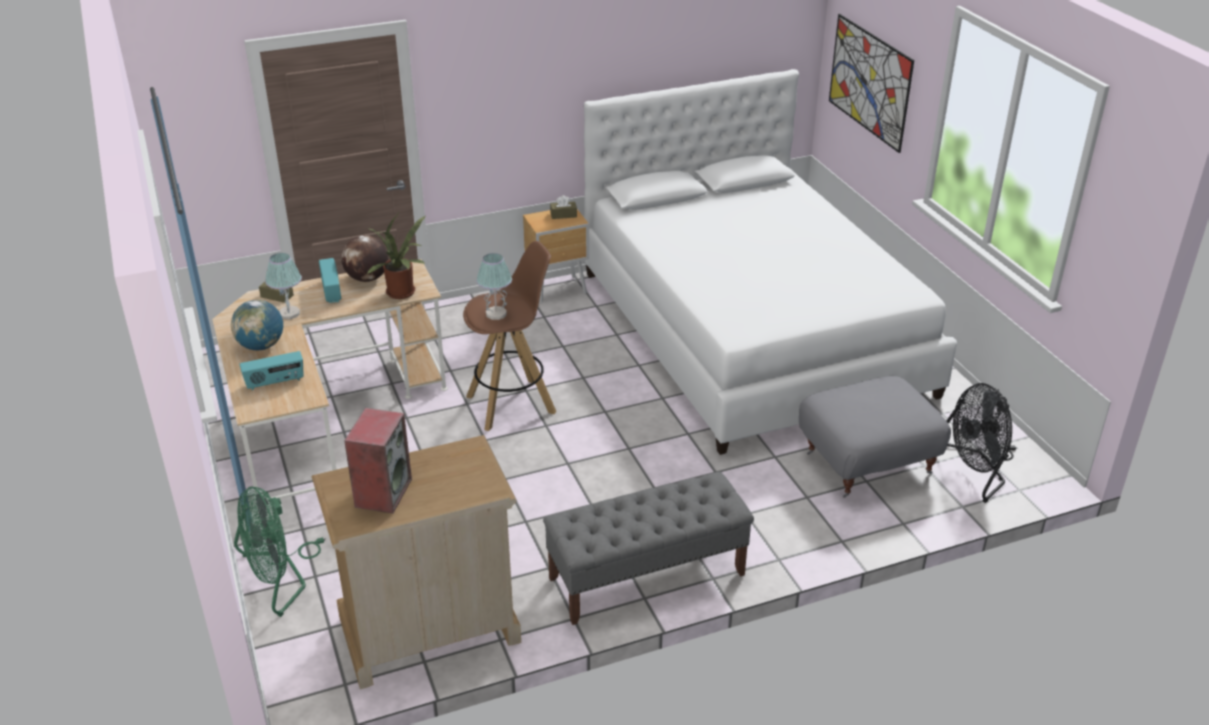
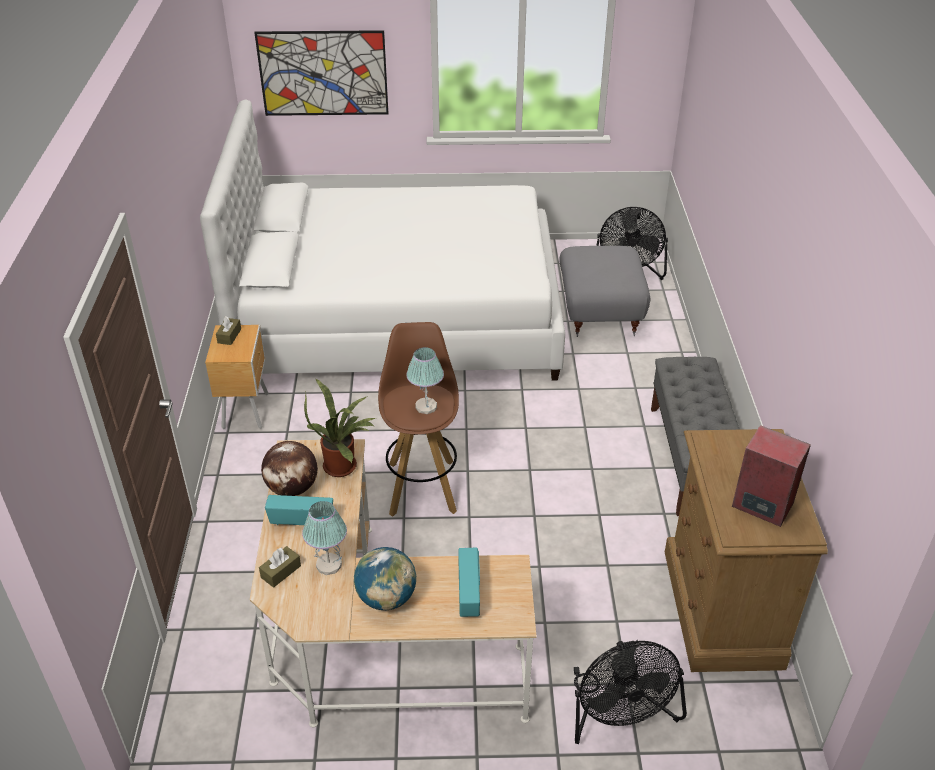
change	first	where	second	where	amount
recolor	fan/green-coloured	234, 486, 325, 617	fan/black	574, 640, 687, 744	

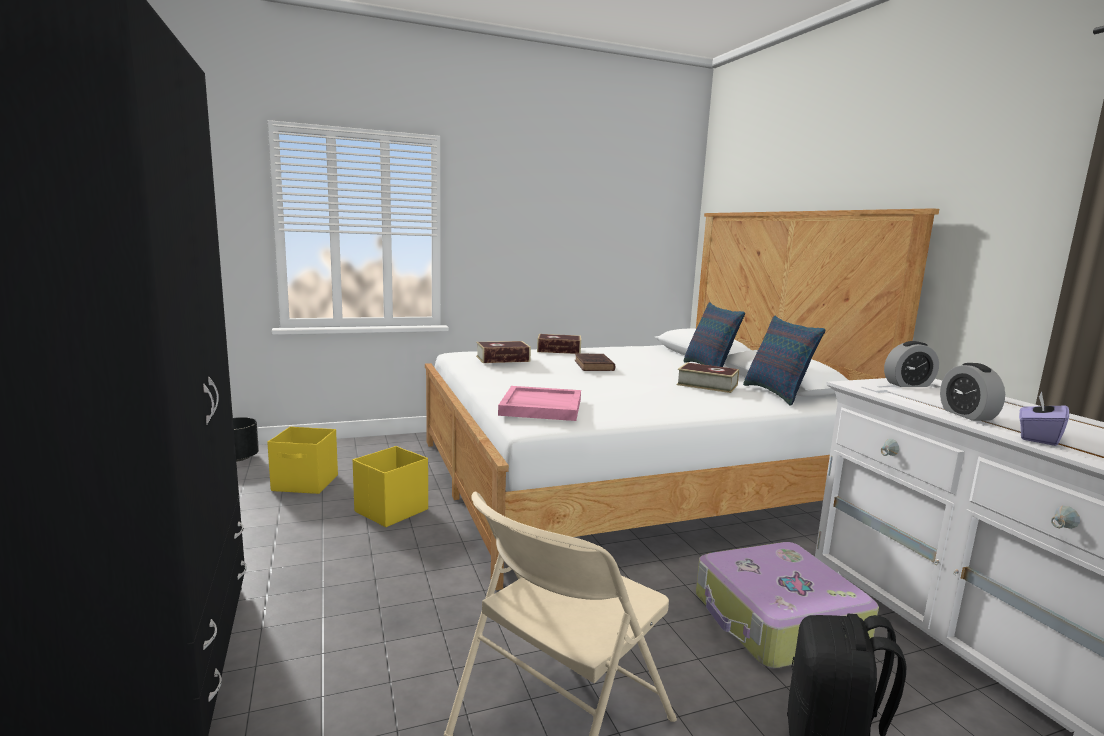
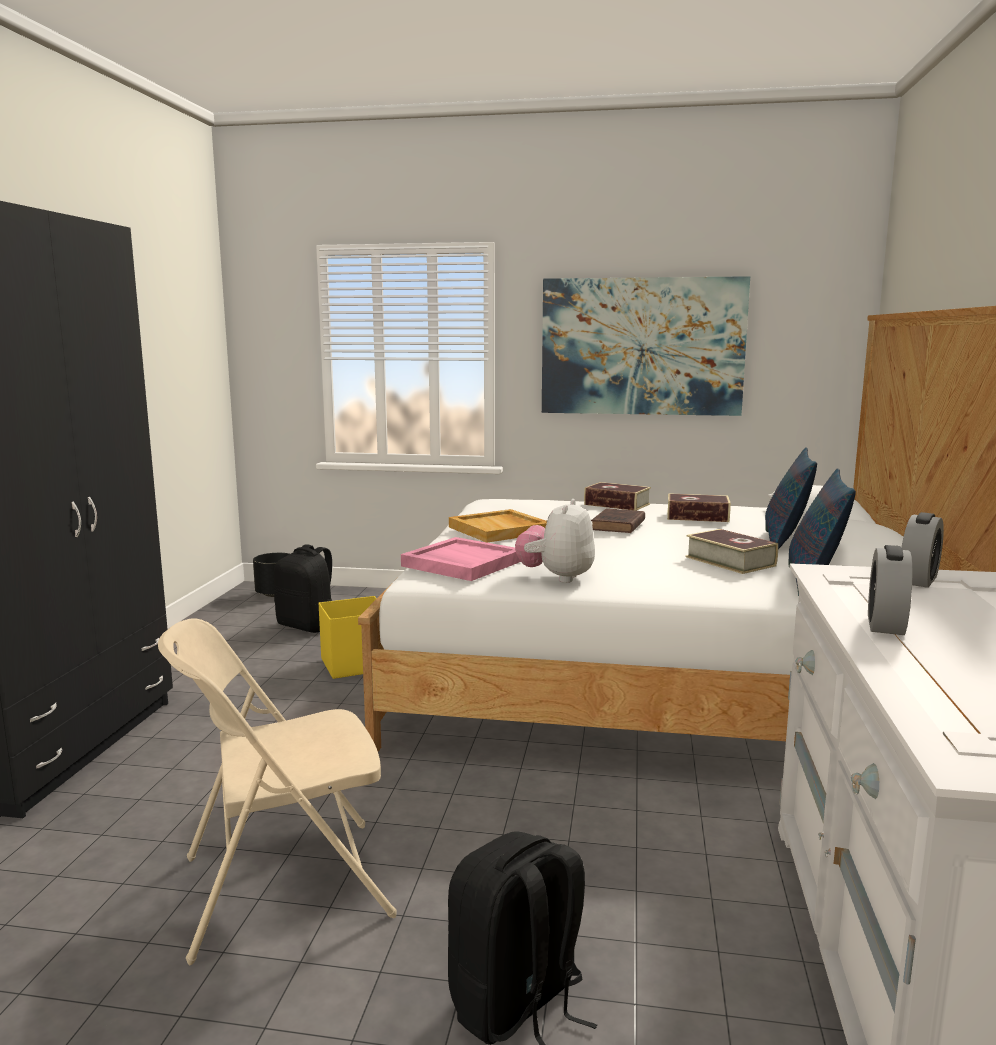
change	first	where	second	where	amount
delete	suitcase	696, 542, 879, 668			
delete	box of tissues/purplish	1019, 392, 1069, 446			
insert			carrying tray/sand-coloured	449, 509, 547, 543	
insert			plush toy	515, 499, 595, 583	
insert			wall picture	542, 276, 750, 416	
move	bound book	476, 341, 531, 363		667, 493, 731, 522	
replace	storage box/yellow-coloured	267, 427, 338, 494	rucksack/black	274, 544, 332, 633	
rotate	alarm clock	884, 341, 939, 387		902, 512, 944, 588	75 degrees counterclockwise

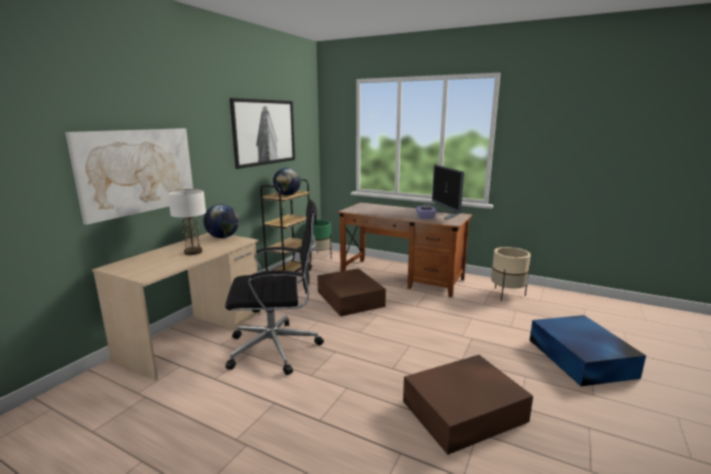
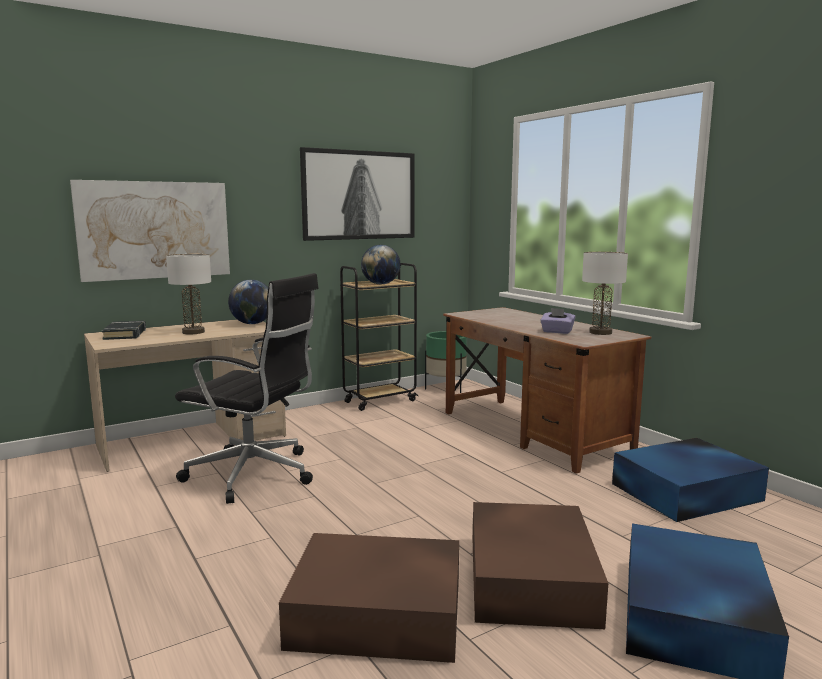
change	first	where	second	where	amount
insert			bound book/black	102, 321, 146, 340	
move	storage box/brown-coloured	317, 268, 386, 317		473, 502, 608, 629	
replace	monitor	432, 164, 464, 220	table lamp	582, 252, 628, 335	
replace	planter/sand-coloured	491, 247, 531, 301	storage box/blue	612, 438, 769, 522	

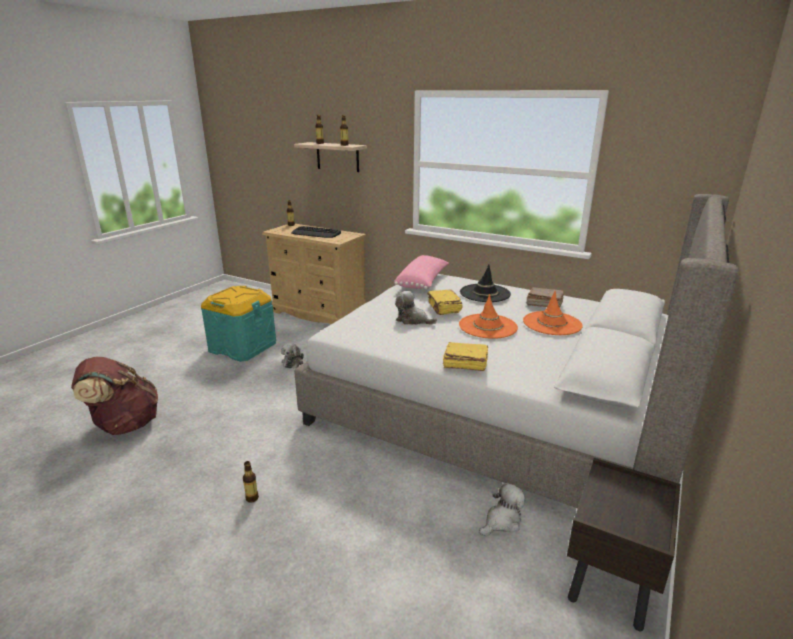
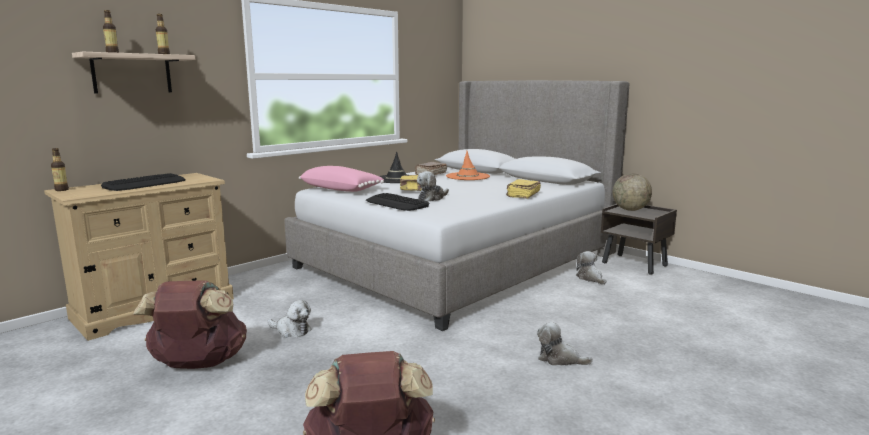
change	first	where	second	where	amount
delete	clothing hat/orangey	459, 294, 518, 339			
insert			PC keyboard	366, 193, 429, 211	
insert			globe	613, 173, 652, 211	
replace	storage box/blue-green	201, 286, 276, 362	rucksack/brown-coloured	133, 280, 247, 369	
replace	beverage bottle	243, 461, 259, 503	plush toy	537, 322, 593, 366	

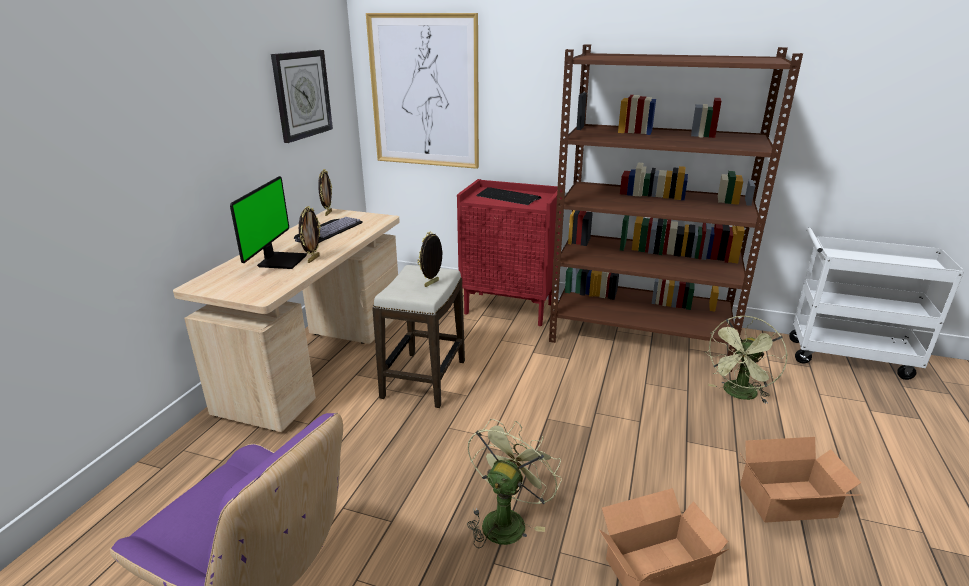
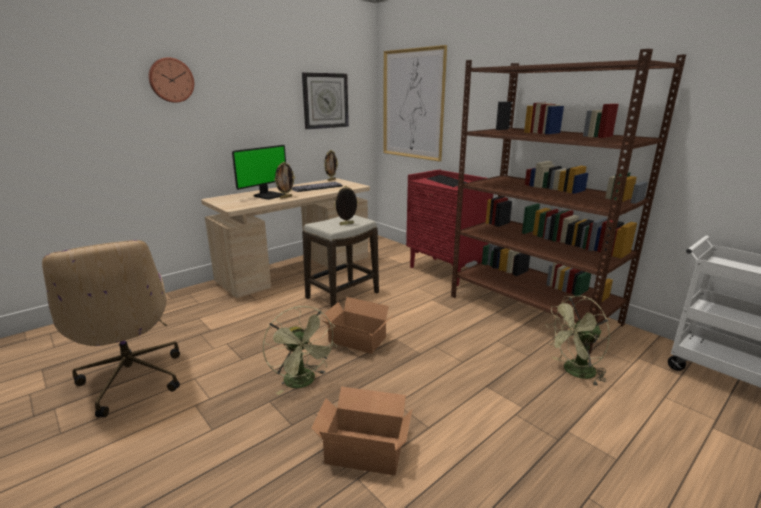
change	first	where	second	where	amount
insert			hanging clock	148, 57, 194, 103	
move	packing box	740, 437, 861, 523		321, 297, 392, 354	
rotate	fan/green-coloured	467, 419, 562, 548		263, 306, 337, 395	90 degrees clockwise

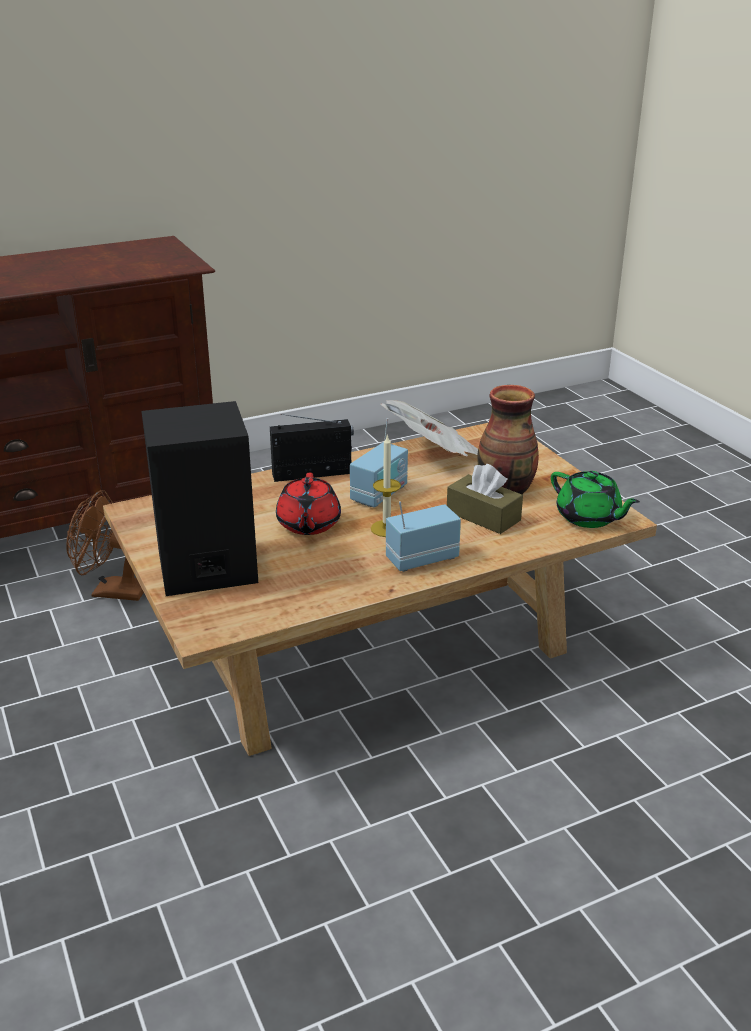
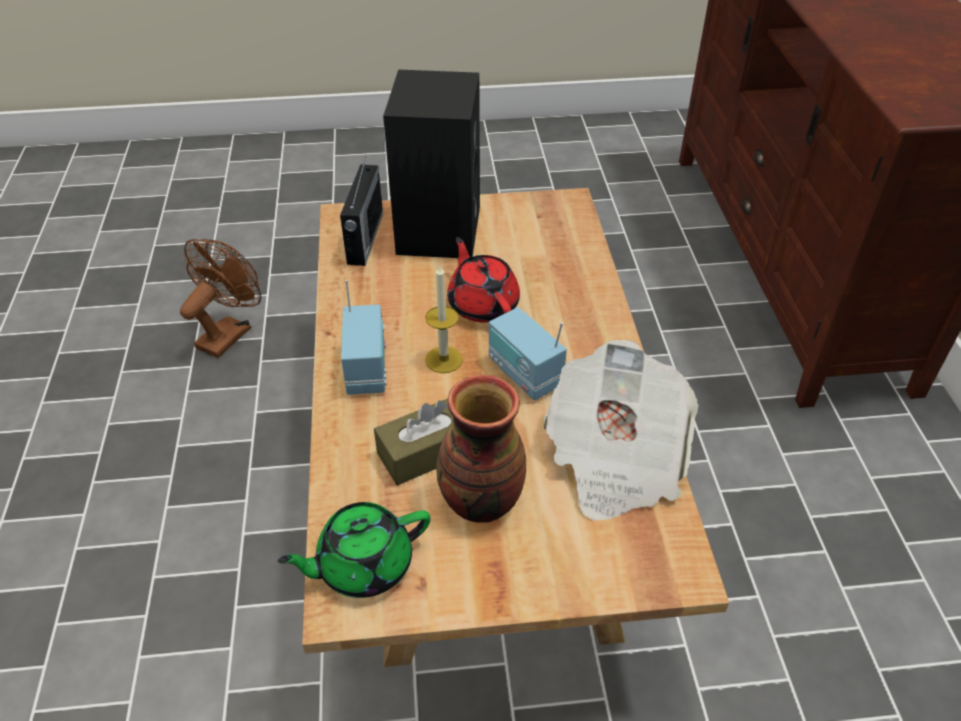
change	first	where	second	where	amount
move	fan/brown-coloured	66, 490, 144, 601		180, 239, 261, 358	
move	radio receiver	270, 414, 354, 482		340, 156, 383, 266	
rotate	teapot/red	276, 473, 341, 535		447, 237, 520, 322	45 degrees clockwise

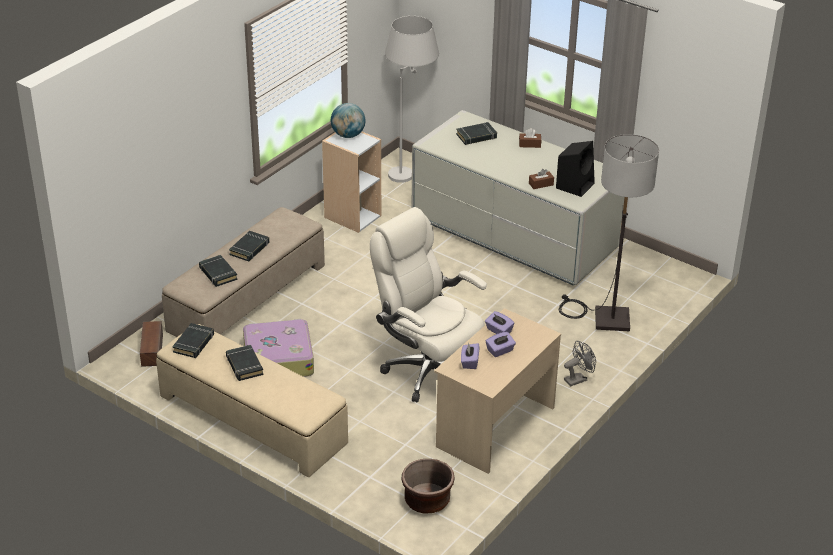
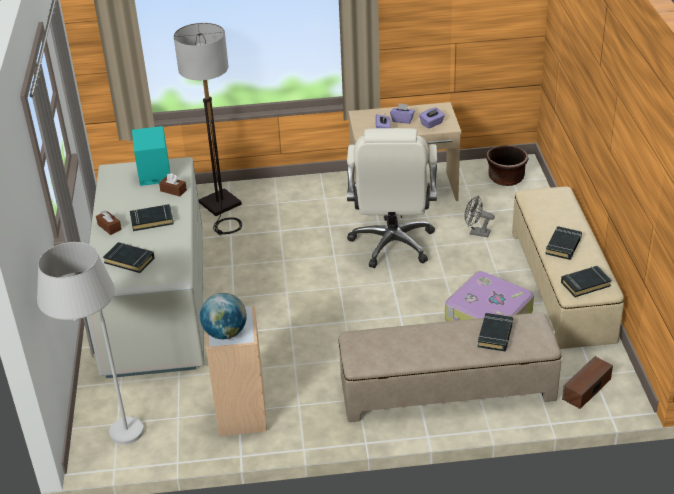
change	first	where	second	where	amount
move	bound book/black	229, 231, 269, 262		130, 204, 174, 231	
move	fan/greyish	564, 341, 596, 386		464, 196, 495, 237	
recolor	loudspeaker/black	556, 141, 595, 197	loudspeaker/blue-green	132, 126, 170, 186	

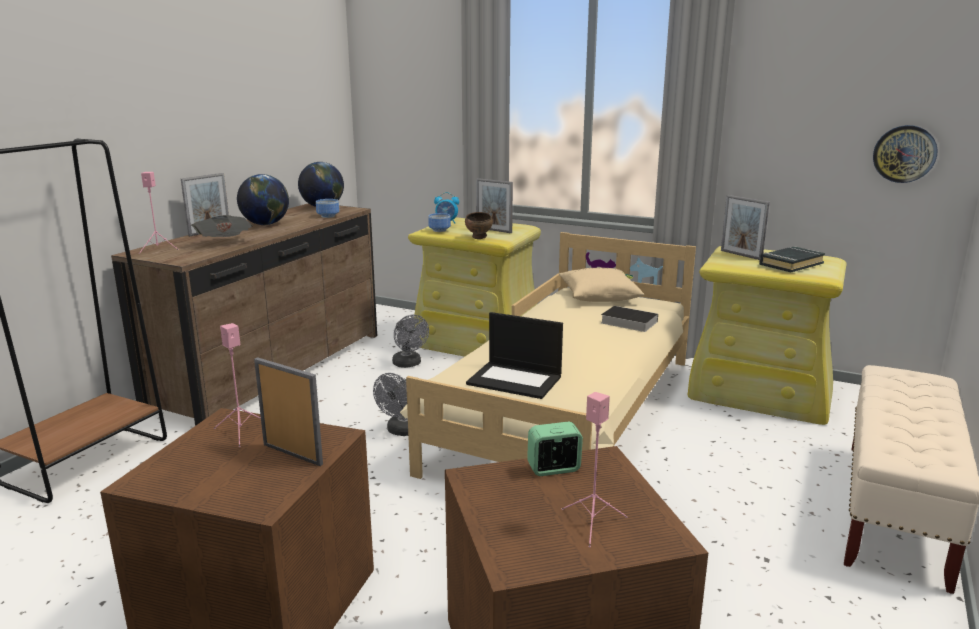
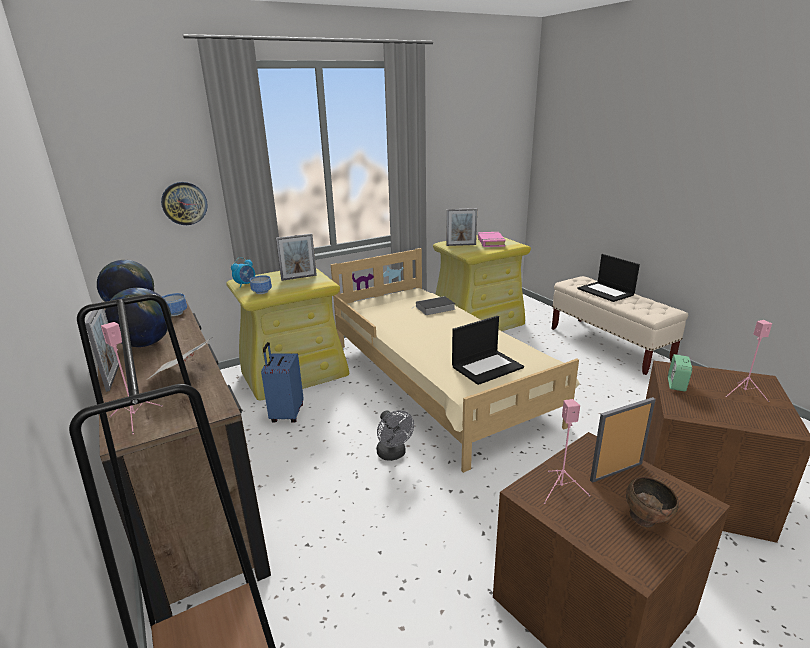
change	first	where	second	where	amount
delete	throw pillow/sand-coloured	559, 268, 644, 302			
insert			portable computer	577, 254, 640, 302	
move	serving bowl/brown-coloured	465, 212, 493, 239		626, 476, 679, 527	
move	hanging clock	873, 125, 938, 183		161, 182, 208, 225	
replace	fan/greyish	392, 315, 429, 368	suitcase/blue	261, 342, 304, 423	
recolor	bound book/black	759, 246, 825, 272	bound book/pink	478, 232, 506, 247	

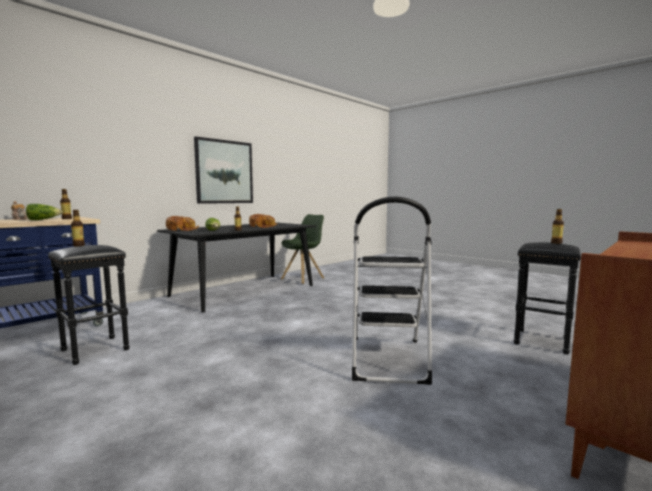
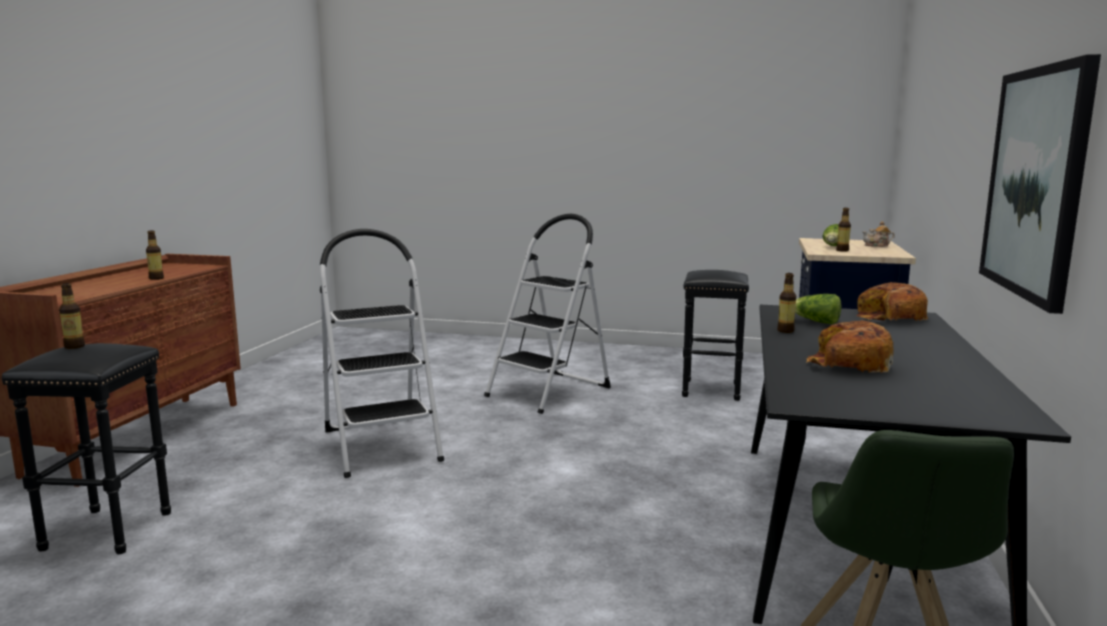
change	first	where	second	where	amount
insert			stepladder	484, 214, 611, 414	
move	beverage bottle	71, 210, 85, 246		146, 230, 164, 280	

